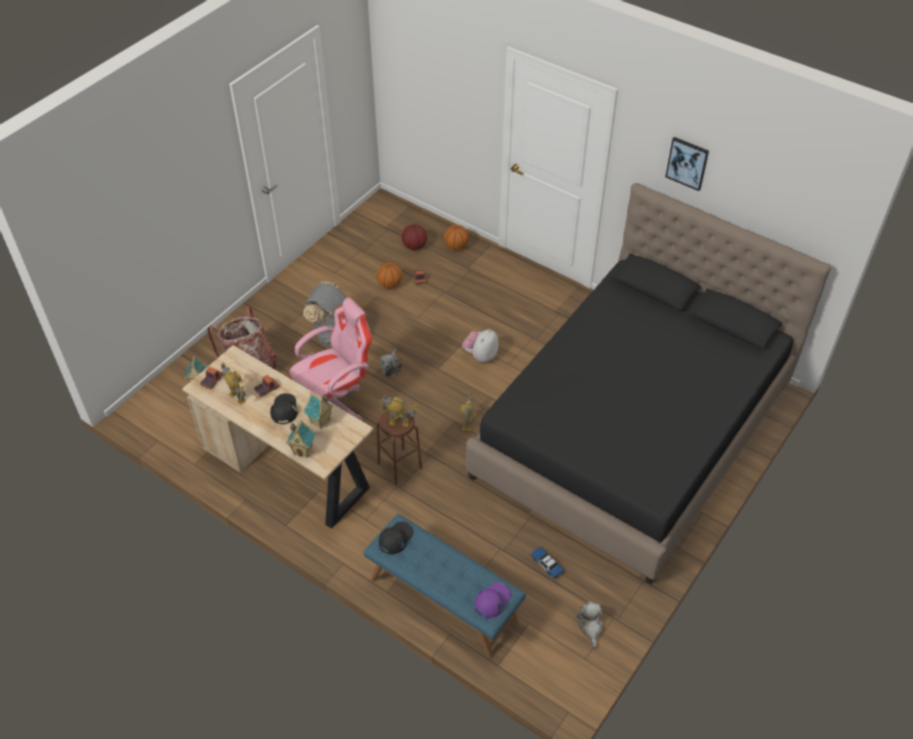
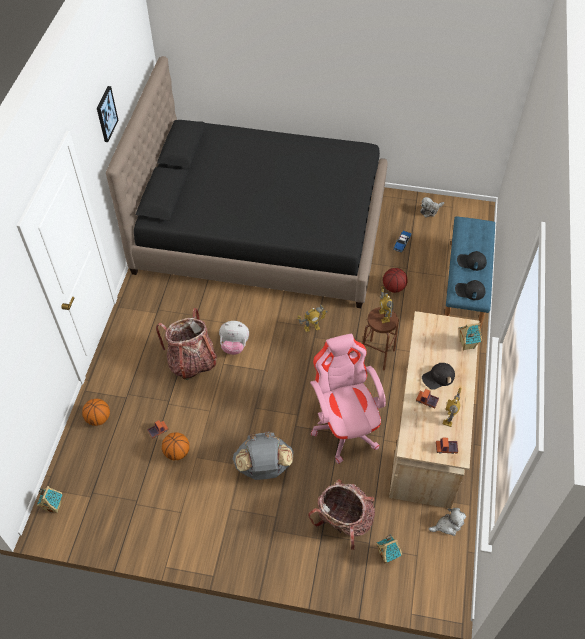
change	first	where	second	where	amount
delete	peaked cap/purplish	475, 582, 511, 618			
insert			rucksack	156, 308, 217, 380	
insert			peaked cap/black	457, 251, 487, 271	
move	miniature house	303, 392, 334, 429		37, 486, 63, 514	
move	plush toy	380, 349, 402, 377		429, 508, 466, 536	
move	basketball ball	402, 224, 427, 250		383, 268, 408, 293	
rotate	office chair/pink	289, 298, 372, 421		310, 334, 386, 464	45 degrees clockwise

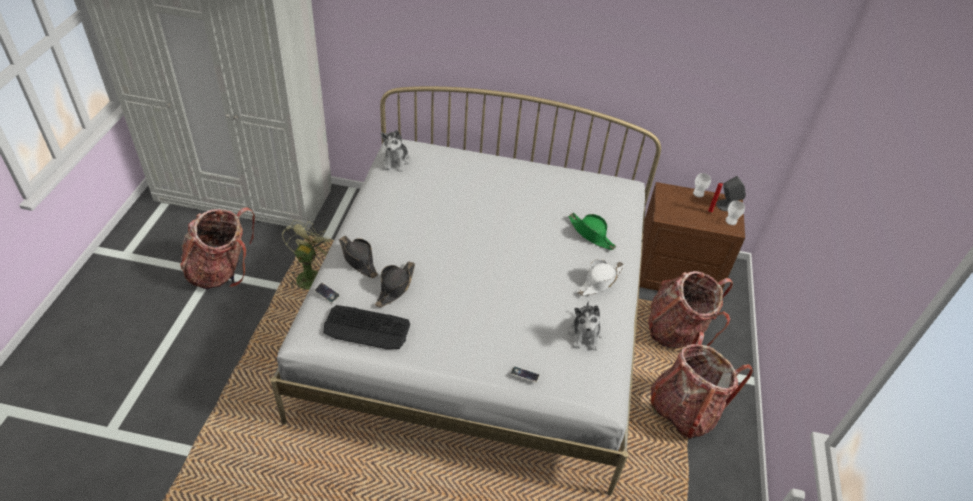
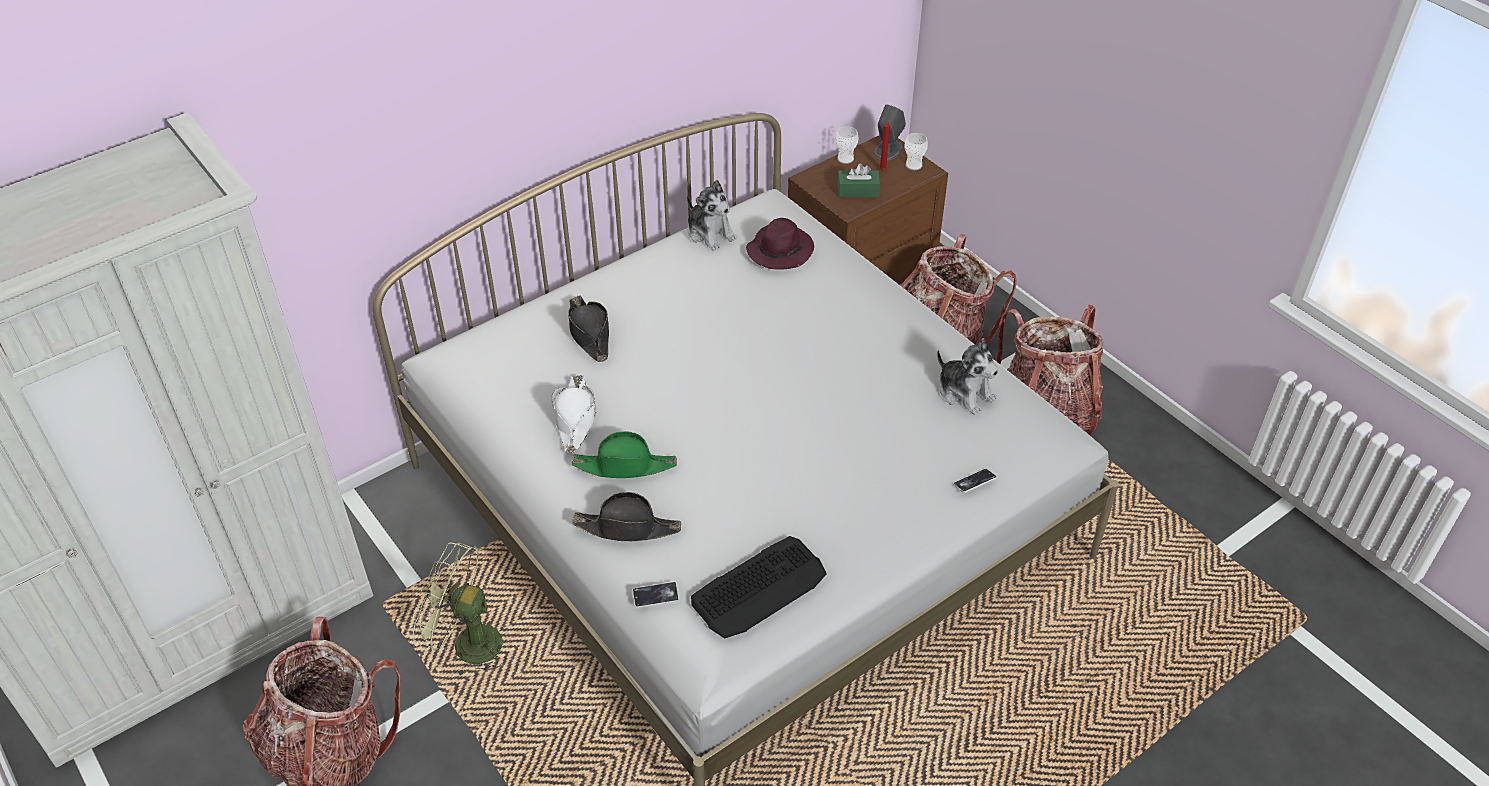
change	first	where	second	where	amount
insert			clothing hat/purplish	746, 218, 814, 270	
insert			box of tissues/green-coloured	837, 164, 880, 197	
move	clothing hat/black	375, 261, 415, 307		568, 295, 609, 362	
move	plush toy	381, 130, 410, 172		687, 180, 737, 251	
move	clothing hat/green-coloured	568, 213, 616, 250		572, 431, 677, 478	
move	clothing hat/white	577, 259, 624, 296		551, 375, 596, 453	
rotate	fan/green-coloured	282, 220, 334, 289		412, 543, 503, 678	45 degrees counterclockwise

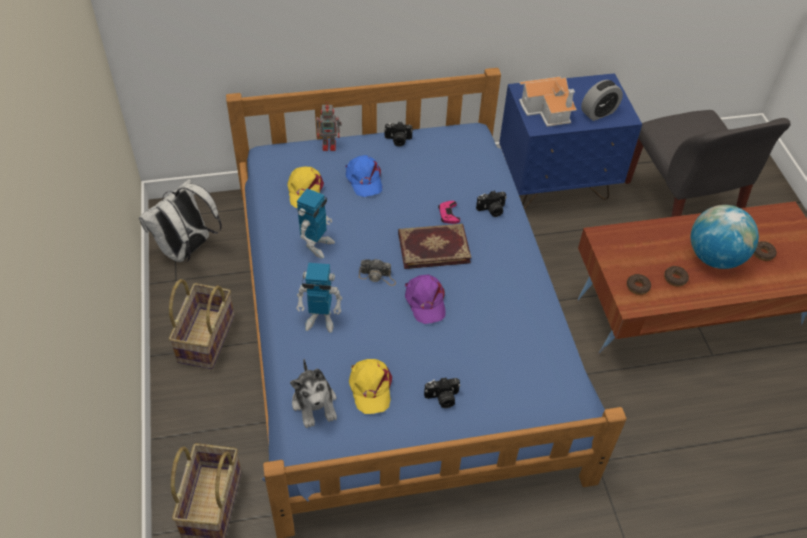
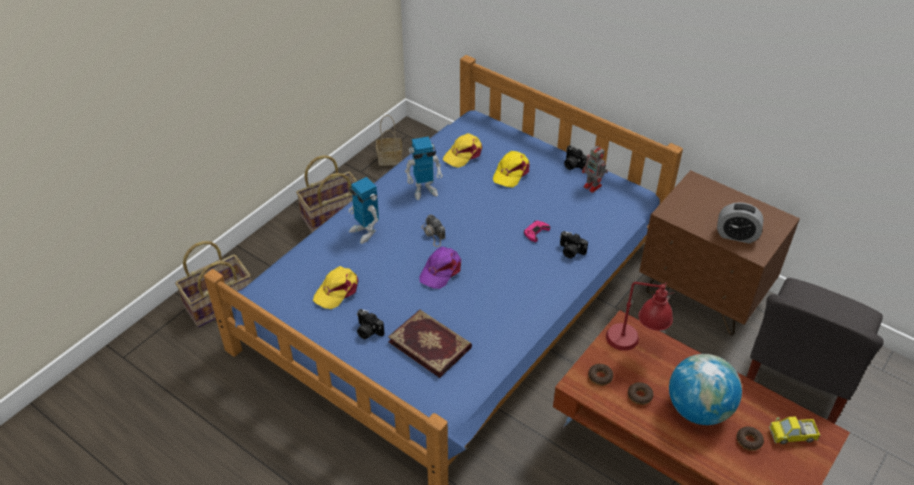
change	first	where	second	where	amount
delete	plush toy	290, 359, 337, 428			
delete	miniature house	519, 77, 577, 127			
insert			table lamp/red	606, 282, 675, 351	
insert			toy truck	769, 416, 821, 444	
move	robot figure	317, 103, 342, 151		582, 144, 608, 193	
move	bound book	398, 224, 471, 269		388, 310, 472, 378	
replace	rucksack/white	139, 179, 222, 262	storage basket	376, 115, 402, 166	
recolor	peaked cap/blue	345, 155, 382, 197	peaked cap/yellow-coloured	493, 151, 529, 187	
recolor	bedside table/blue	499, 73, 642, 209	bedside table/brown-coloured	639, 170, 800, 336	

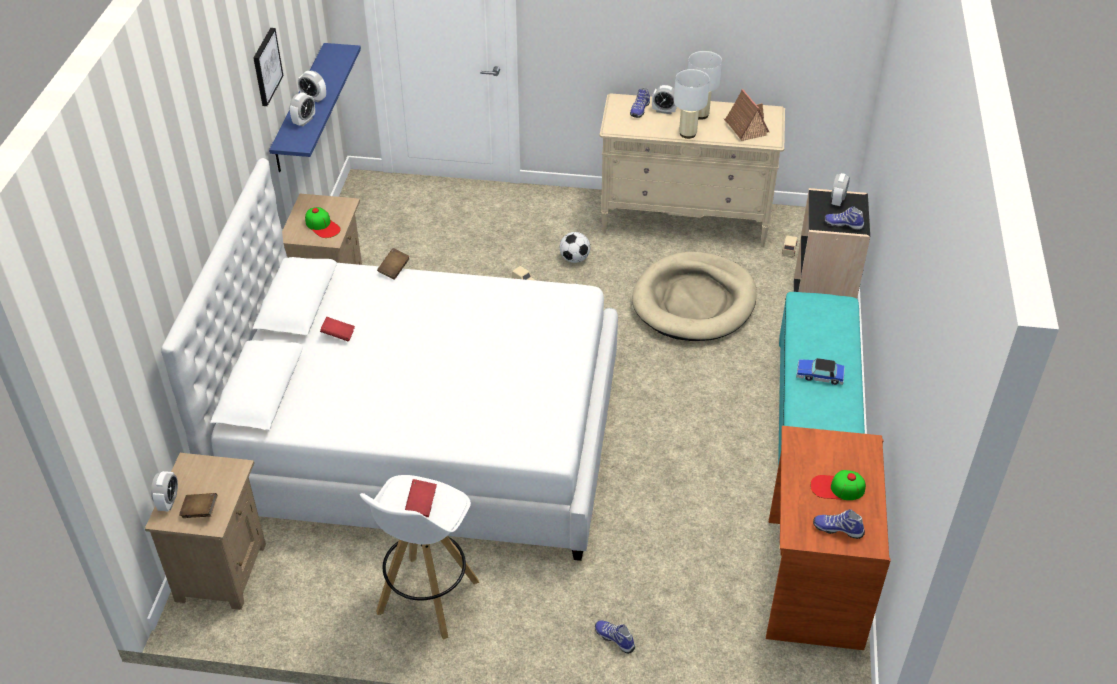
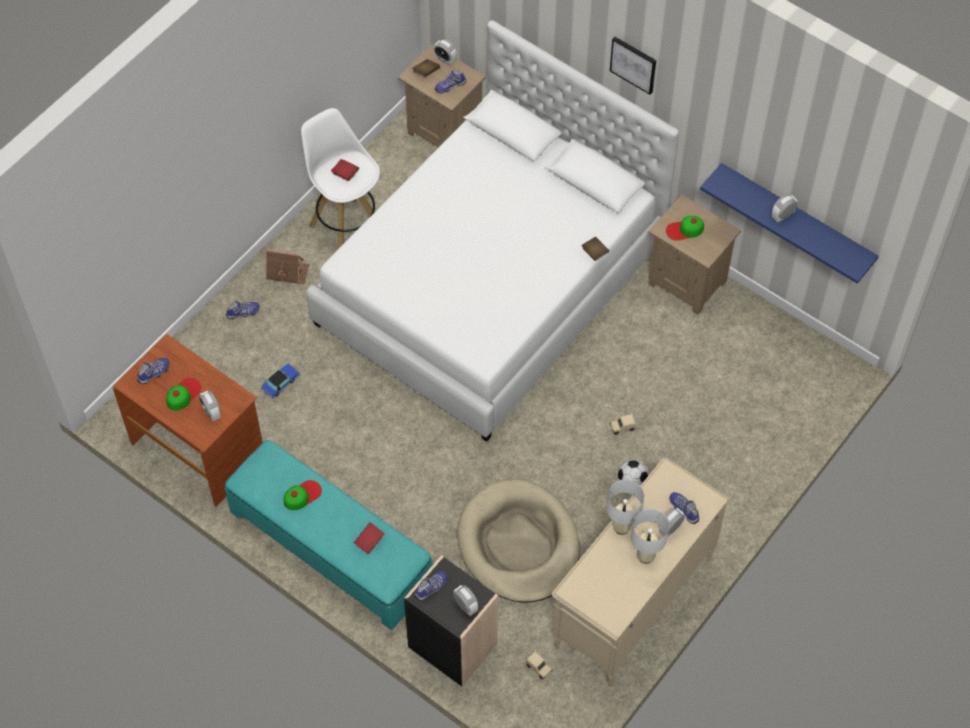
change	first	where	second	where	amount
insert			peaked cap	284, 480, 322, 510	
insert			low shoe	435, 70, 466, 94	
move	wall picture	253, 28, 283, 106		610, 37, 656, 94	
move	alarm clock	289, 92, 315, 127		199, 391, 221, 421	
move	bound book/red	320, 317, 355, 342		354, 522, 385, 554	
move	miniature house	724, 89, 769, 141		266, 250, 310, 285	
move	miniature car	796, 358, 845, 385		261, 364, 300, 399	

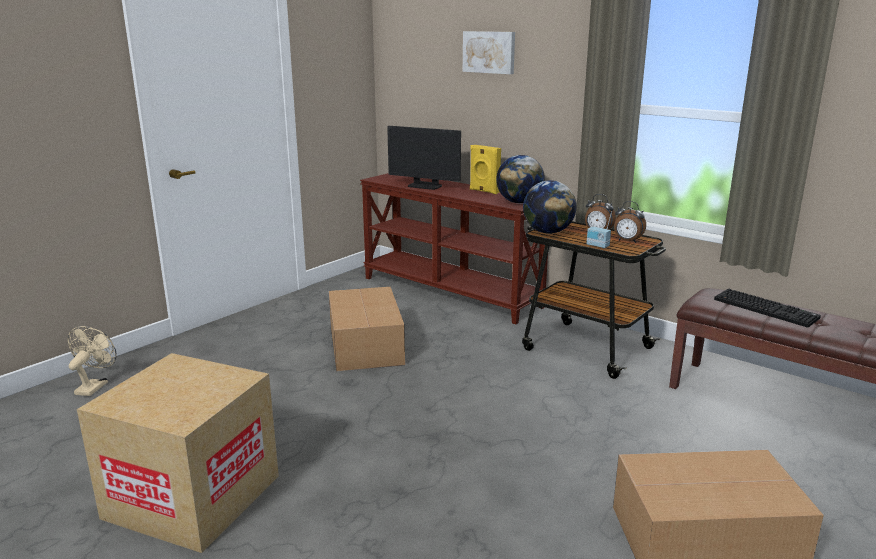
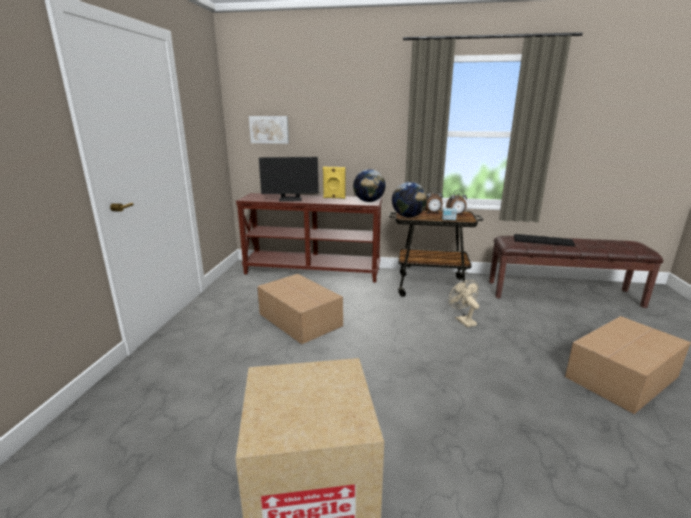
change	first	where	second	where	amount
move	fan/sand-coloured	68, 326, 117, 396		449, 280, 479, 327	
move	wall picture	463, 31, 515, 74		249, 116, 289, 144	

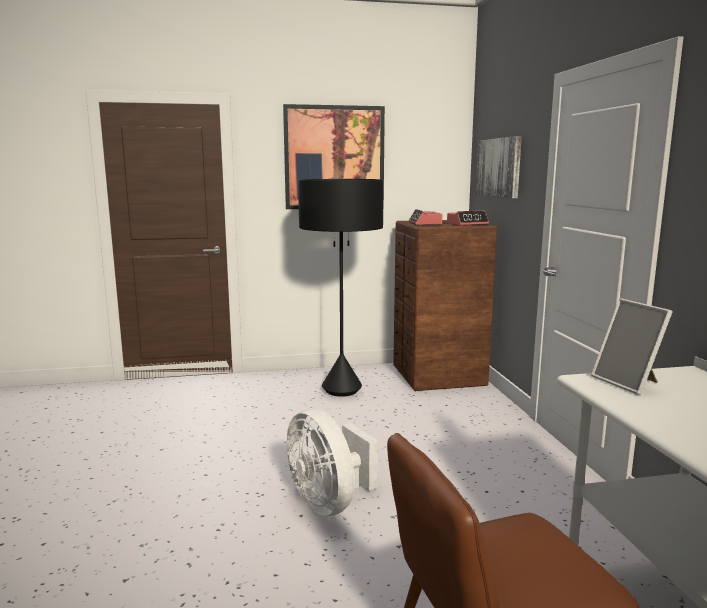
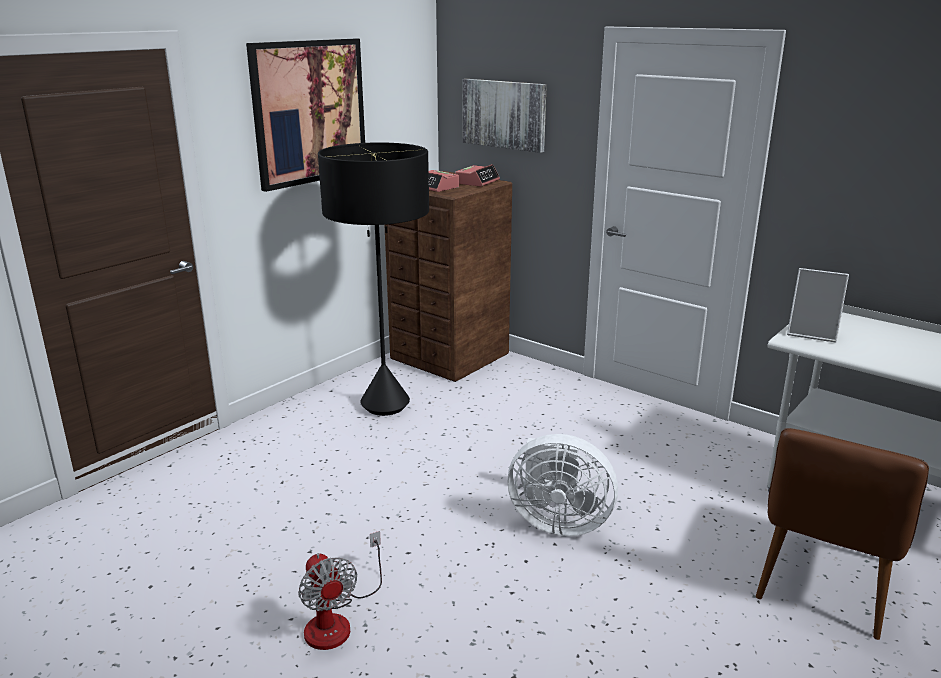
change	first	where	second	where	amount
insert			fan	298, 531, 382, 650	

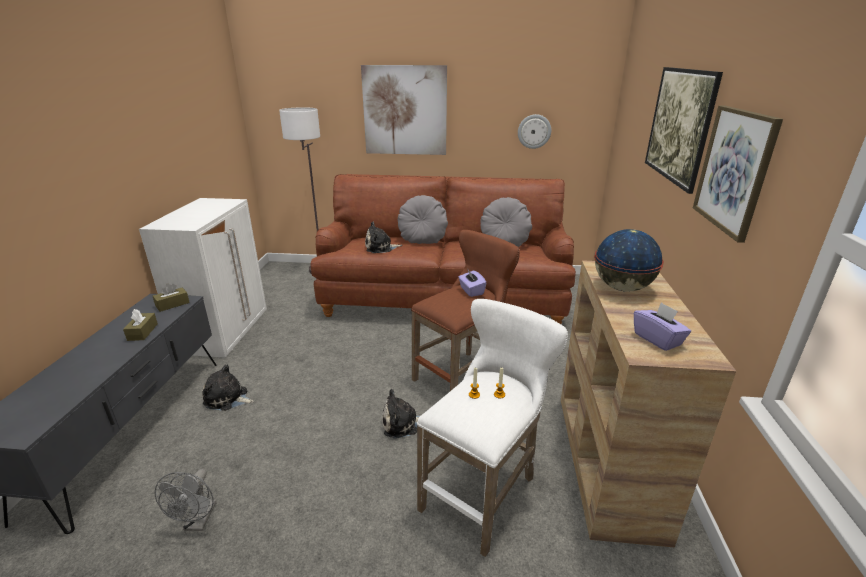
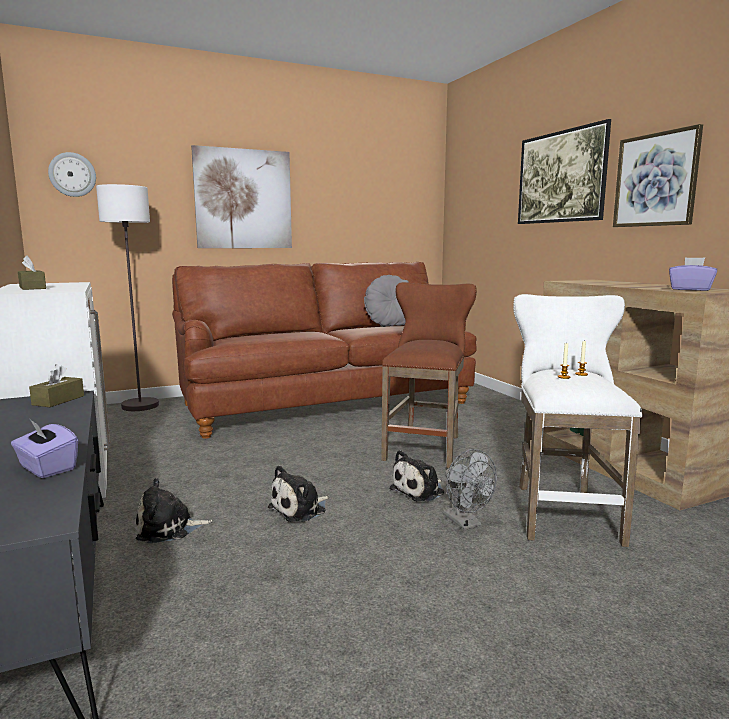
change	first	where	second	where	amount
delete	throw pillow/greyish	398, 195, 448, 244			
delete	globe	594, 229, 664, 291			
move	box of tissues/brown-coloured	123, 309, 158, 341		18, 255, 46, 290	
move	fan/greyish	155, 469, 216, 531		443, 449, 497, 530	
move	plush toy	365, 222, 402, 253		268, 465, 329, 522	
move	box of tissues/purplish	458, 270, 487, 297		11, 418, 78, 478	
move	hanging clock	518, 114, 551, 149		48, 152, 96, 197	

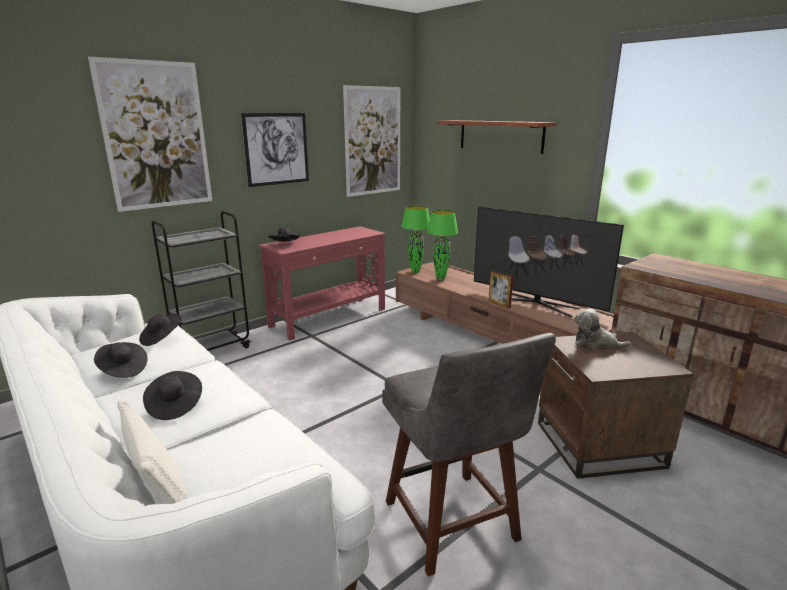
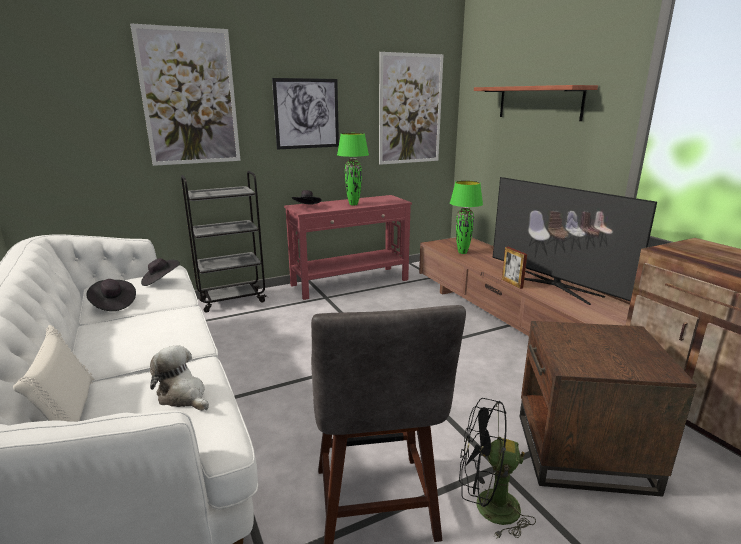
change	first	where	second	where	amount
delete	clothing hat/black	143, 371, 202, 420			
insert			fan/black	459, 398, 536, 539	
move	table lamp/green-coloured	401, 206, 430, 273		337, 133, 369, 205	
move	plush toy	575, 308, 632, 350		150, 345, 209, 411	

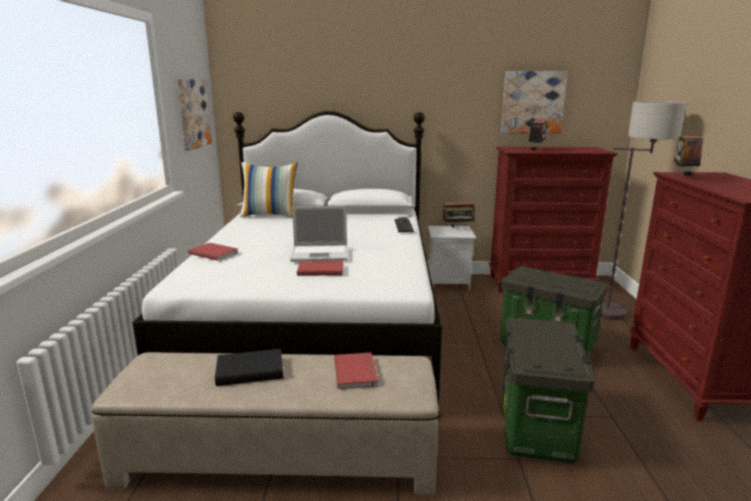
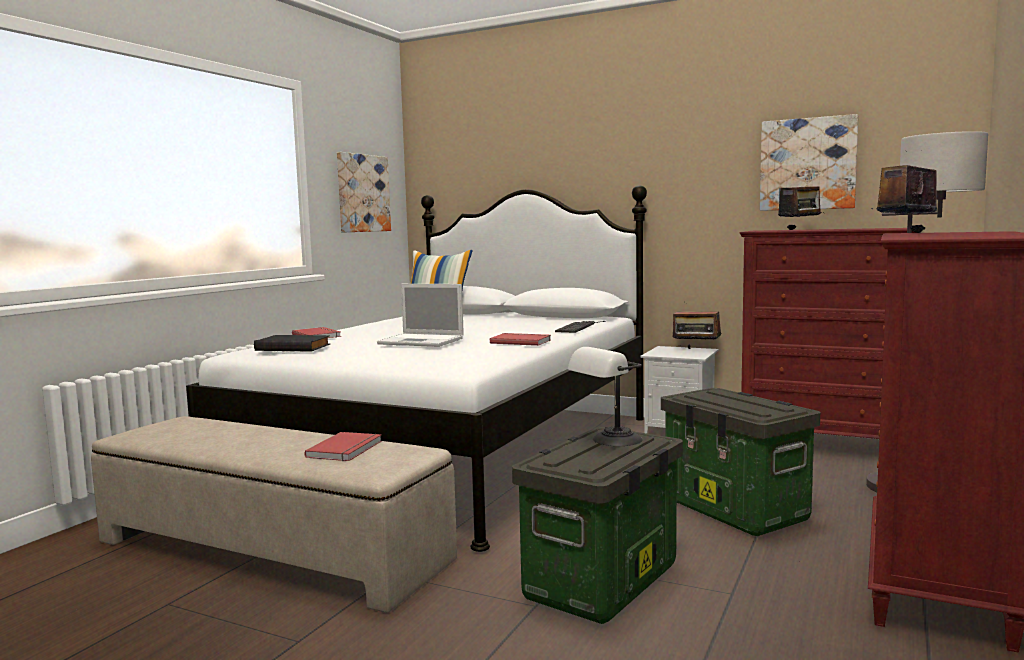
change	first	where	second	where	amount
insert			table lamp	568, 347, 643, 446	
move	bound book/black	215, 349, 284, 386		254, 335, 330, 352	
move	bound book/red	297, 261, 344, 276		490, 333, 551, 346	

